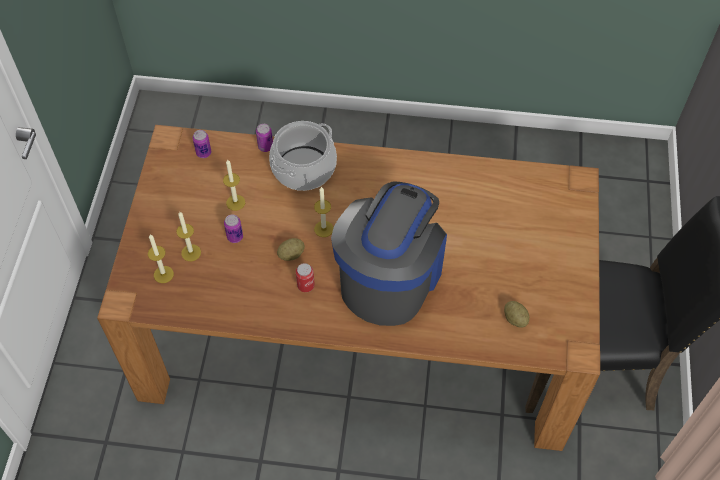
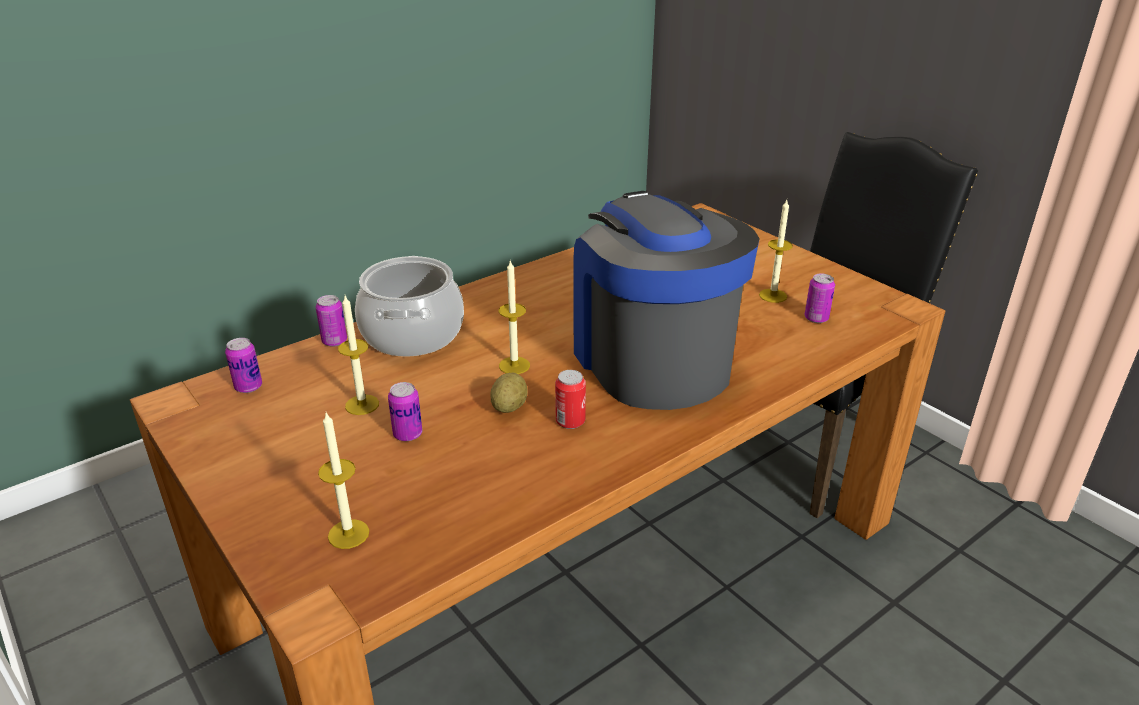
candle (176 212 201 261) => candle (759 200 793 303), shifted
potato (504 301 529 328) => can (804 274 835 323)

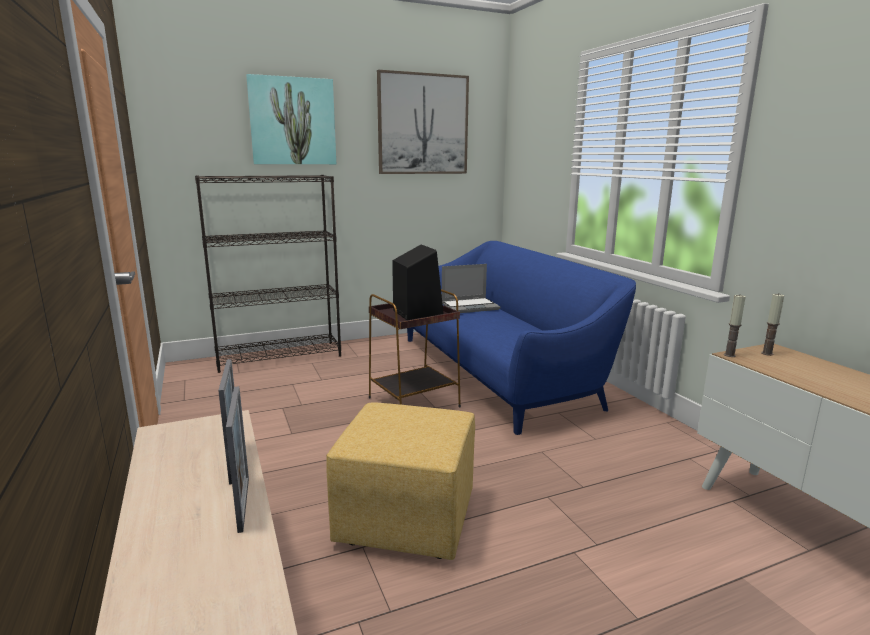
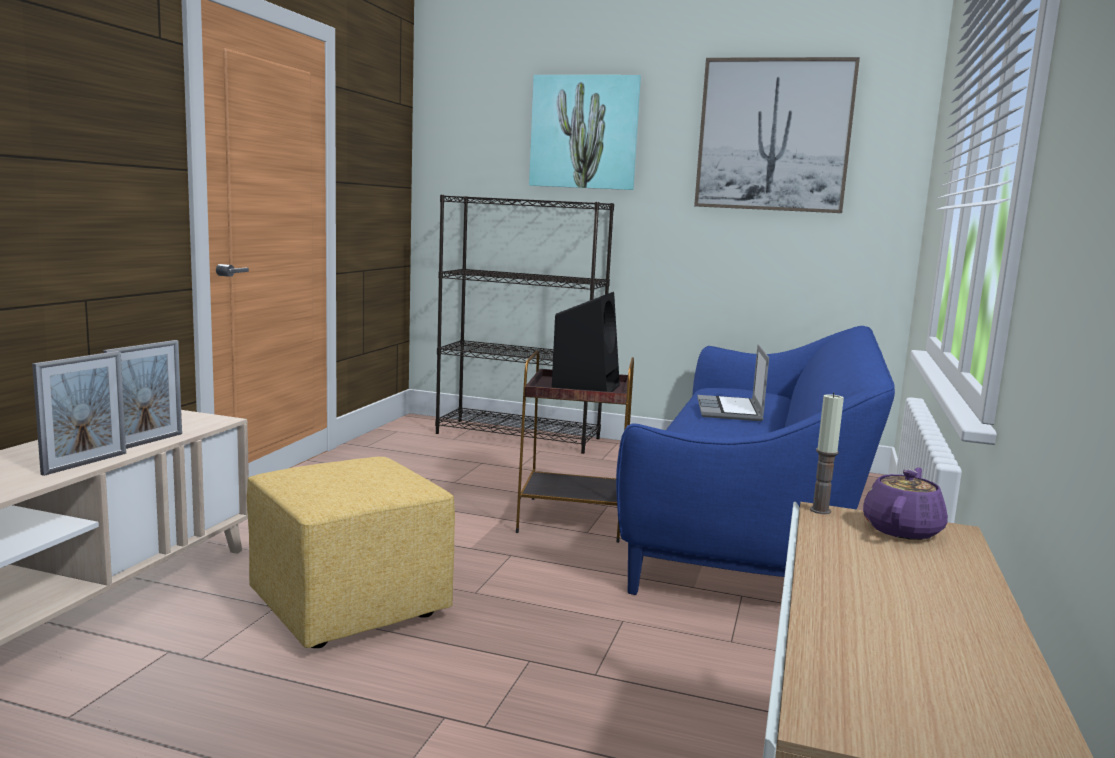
laptop (442 264 501 313) => laptop (697 344 769 421), 75 degrees clockwise
candle (761 294 784 356) => purple teapot (863 468 948 540)

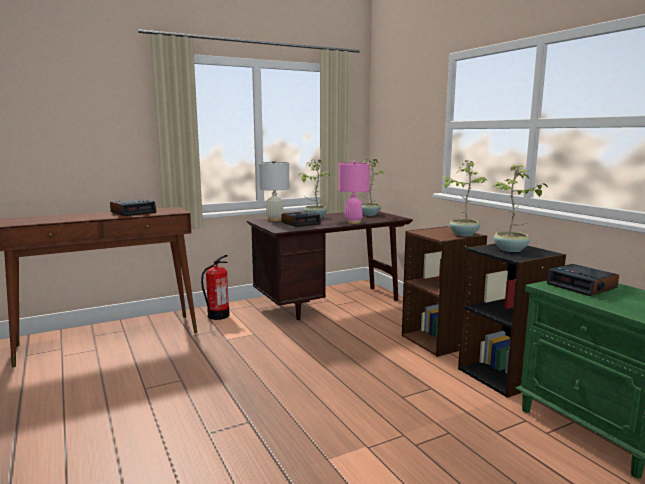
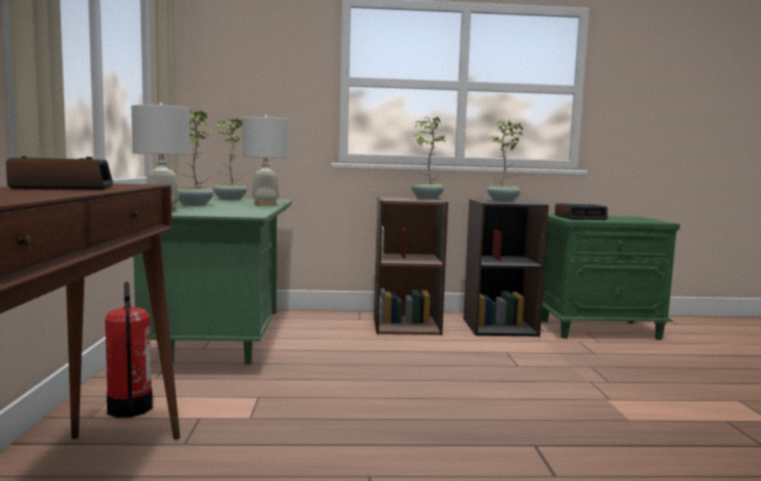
brown desk (247 211 413 320) => green desk (134 198 293 365)
pink table lamp (338 161 370 224) => white table lamp (243 115 289 206)
alarm clock (281 211 321 227) => nothing

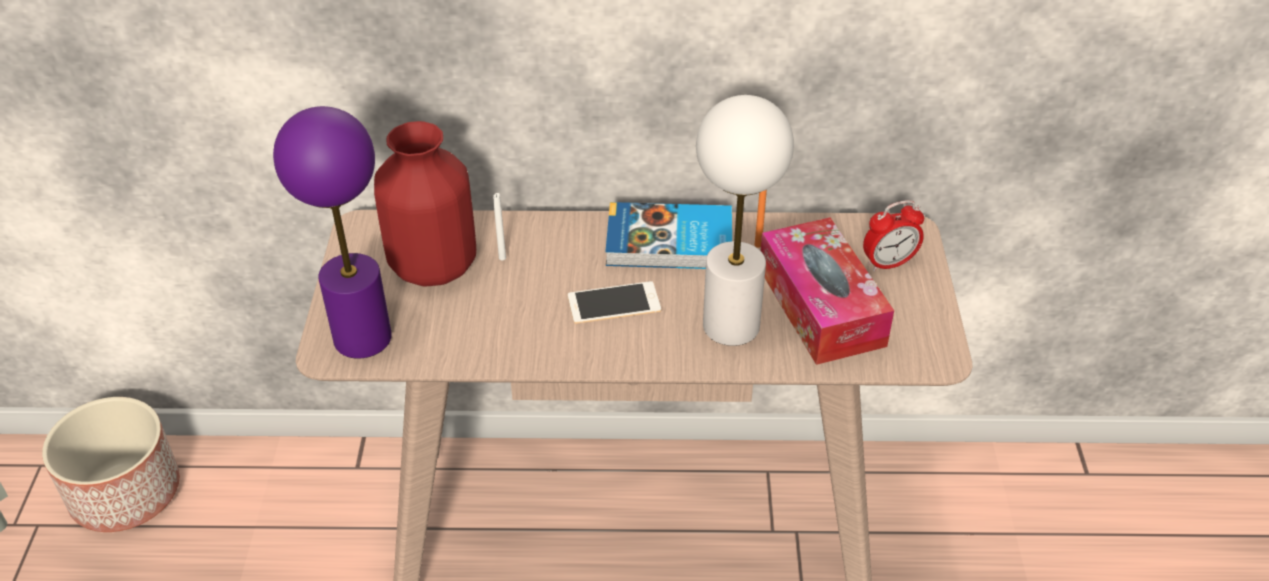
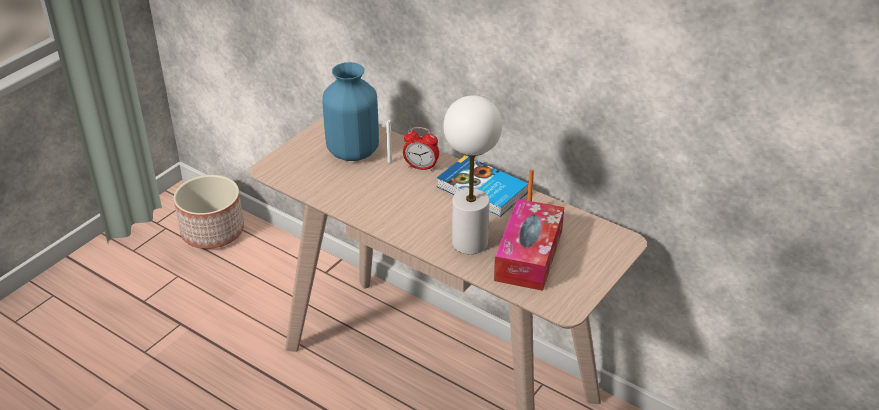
red vase (374 121 476 287) => blue vase (322 62 379 161)
alarm clock (863 200 924 272) => alarm clock (403 127 439 171), shifted
purple table lamp (273 106 392 359) => nothing
phone (568 281 661 324) => nothing

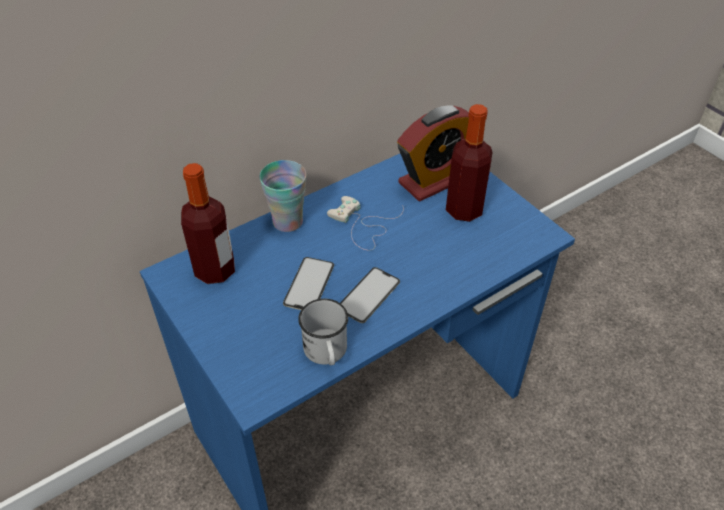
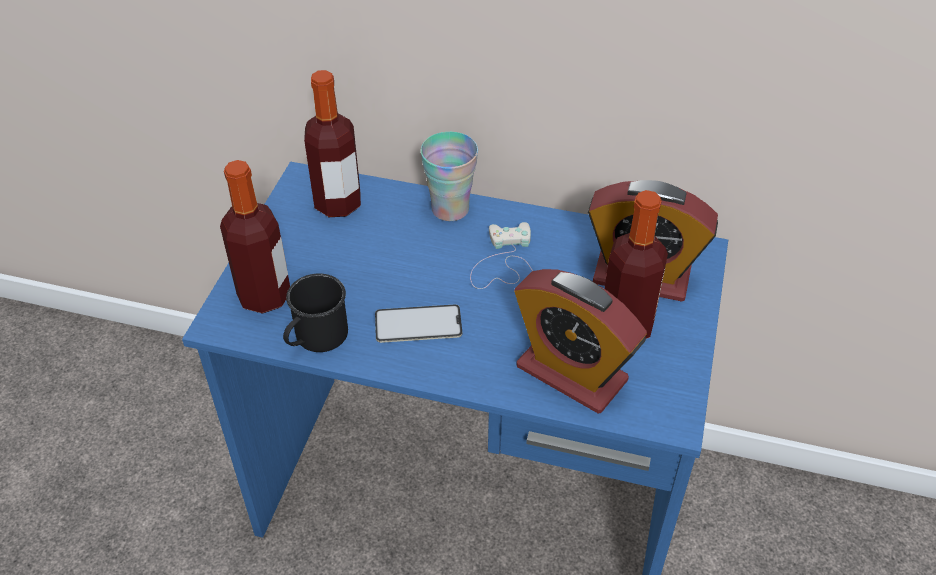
nothing => bottle (220 160 290 314)
white mug (298 299 348 365) => black mug (283 273 348 352)
nothing => alarm clock (514 269 647 413)
phone (283 257 334 310) => nothing

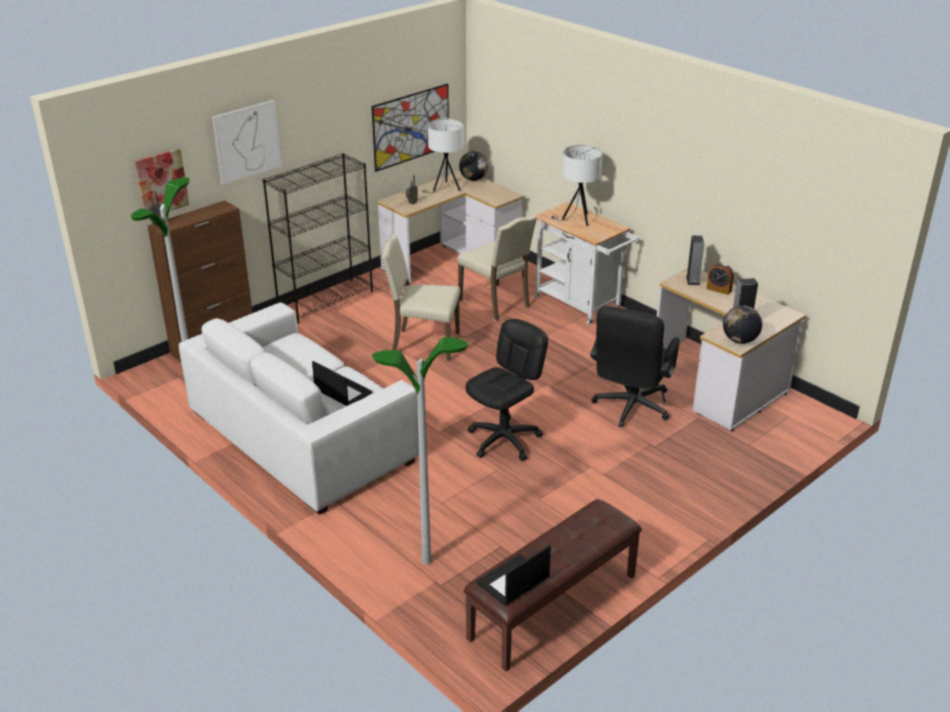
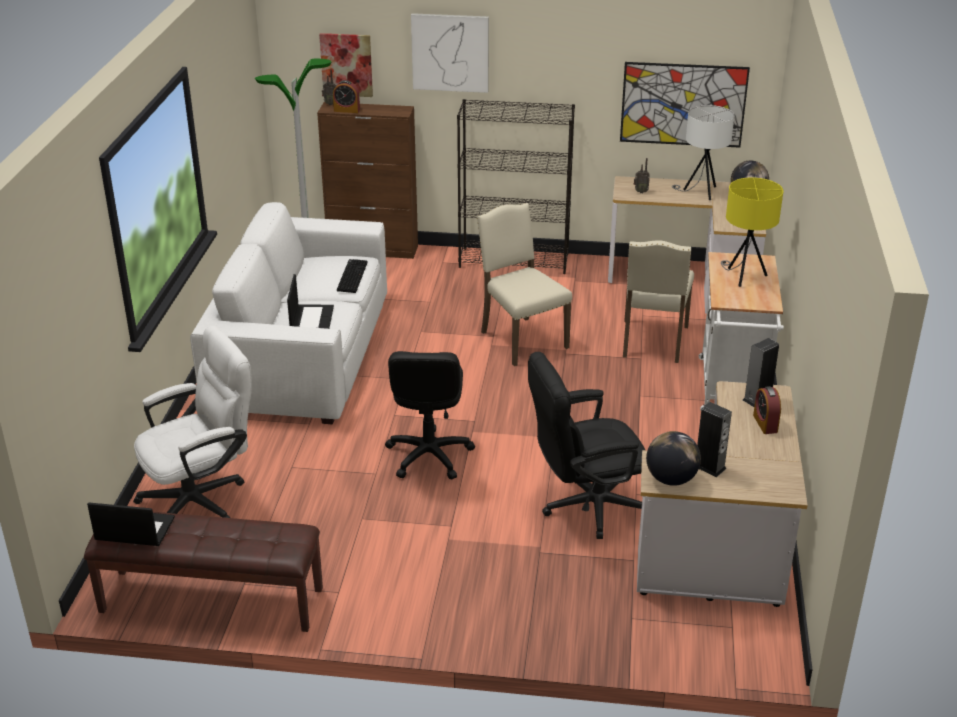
floor lamp (372 337 468 565) => white office chair (133 326 252 518)
nothing => alarm clock (333 80 360 113)
nothing => keyboard (337 259 367 293)
black office chair (466 319 548 461) => black office chair (385 351 475 479), 90 degrees clockwise
white table lamp (551 145 603 226) => yellow table lamp (721 177 783 287)

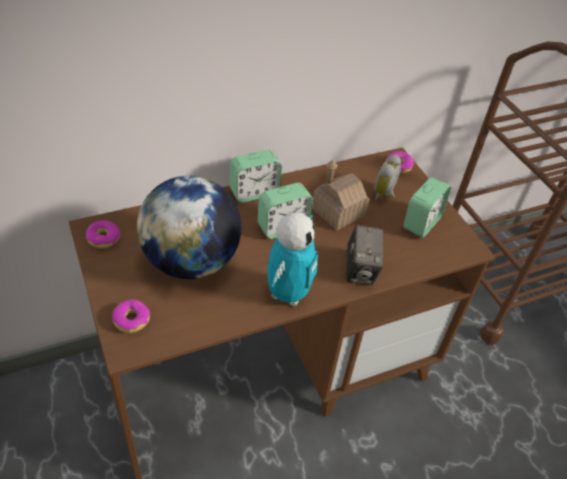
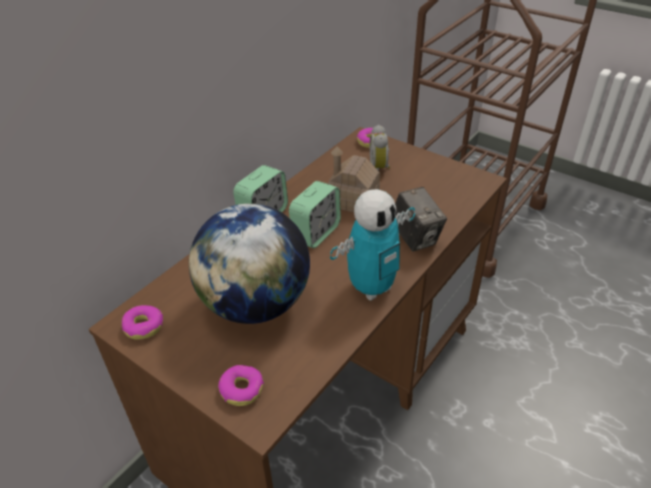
toy robot (268 212 318 307) => toy robot (330 189 415 300), 60 degrees clockwise
alarm clock (403 177 451 238) => nothing

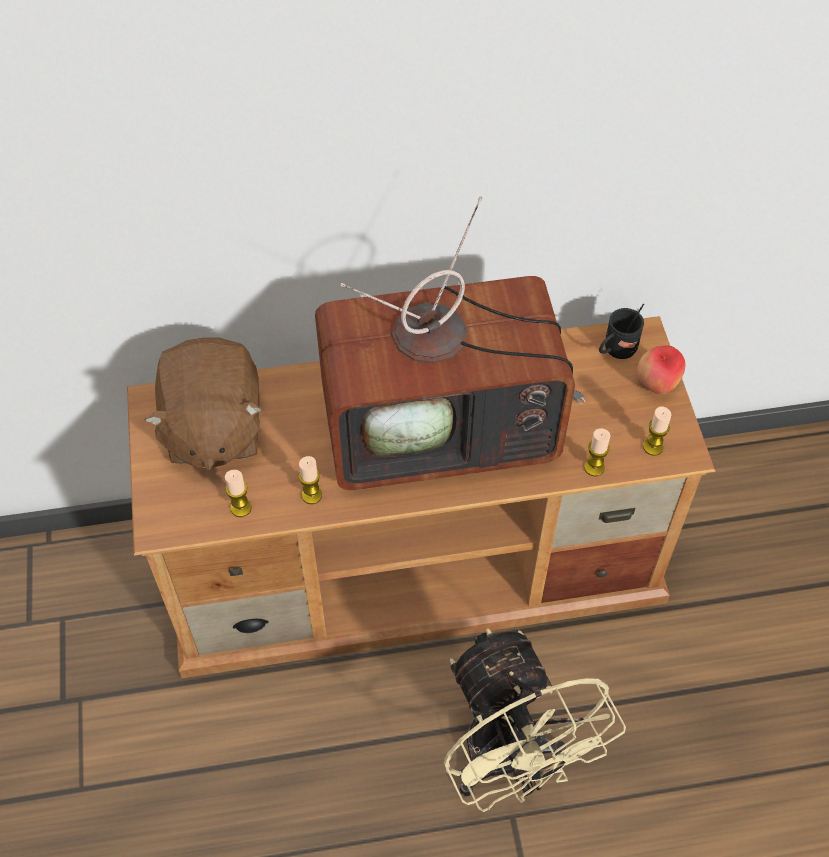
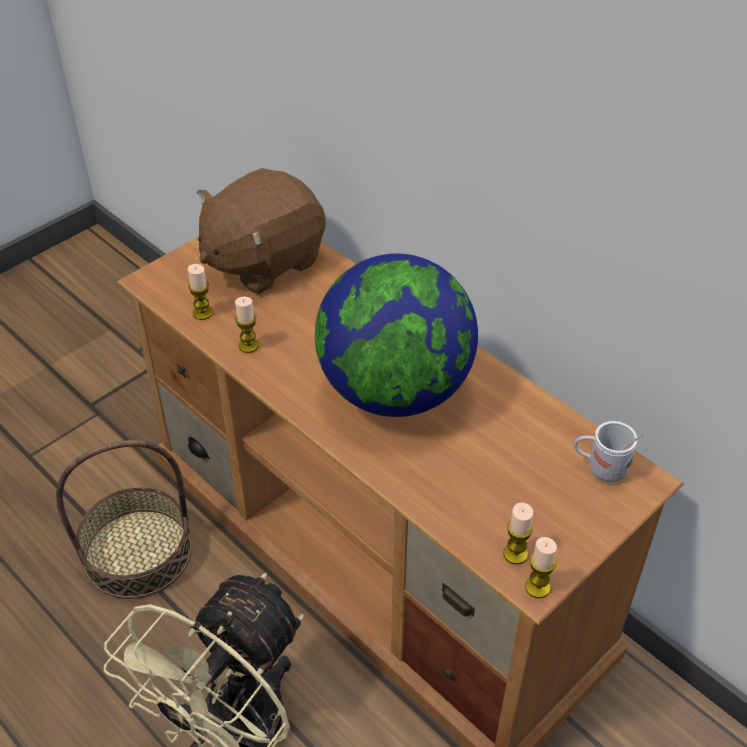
nothing => basket (56 440 192 599)
television (315 196 586 490) => globe (315 254 478 417)
candle (584 428 611 476) => candle (525 537 557 598), shifted
black mug (599 304 644 359) => white mug (574 421 645 483)
apple (637 346 685 395) => nothing

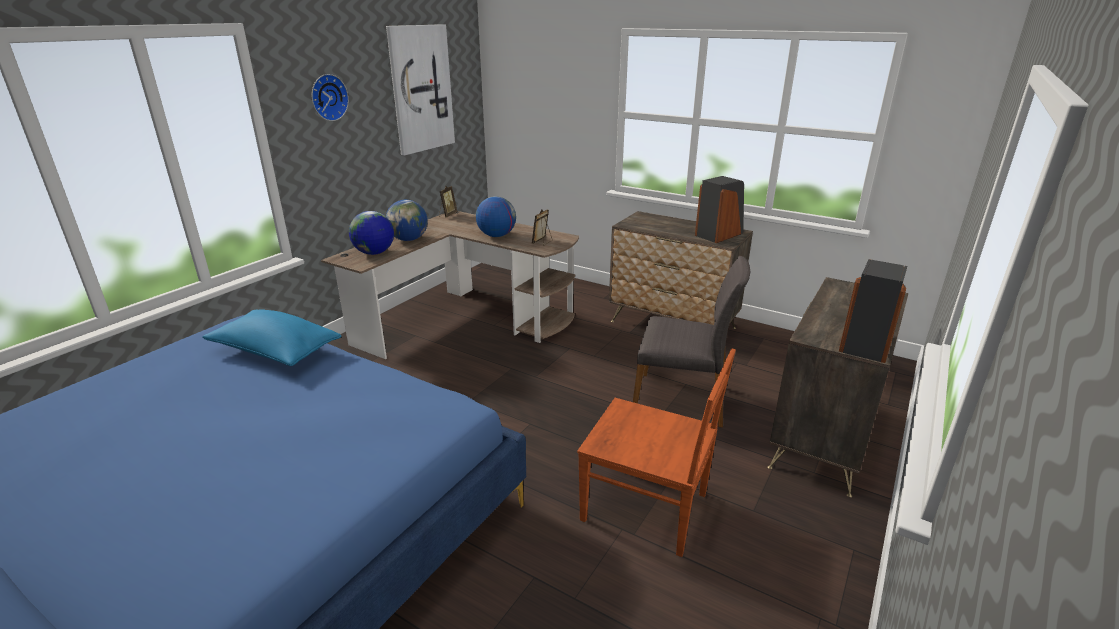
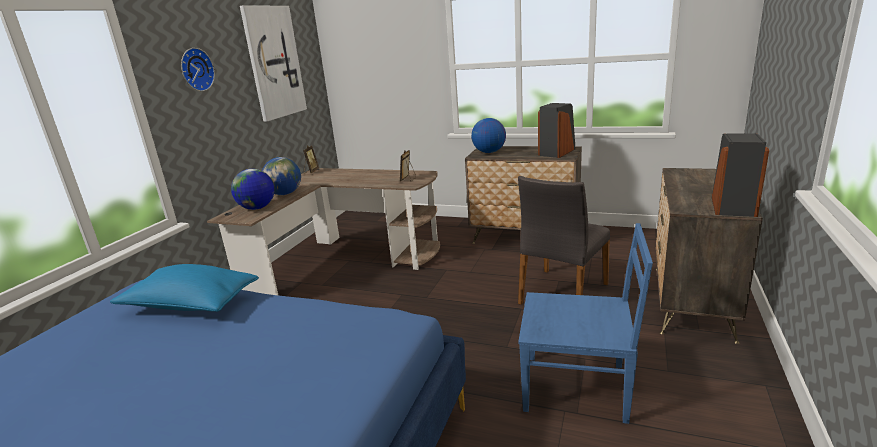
globe (476 196 516 237) => globe (471 118 506 153), shifted
grey chair (633 256 751 428) => grey chair (518 176 610 305), 120 degrees clockwise
brown chair (577 349 736 557) => blue chair (518 223 653 424)

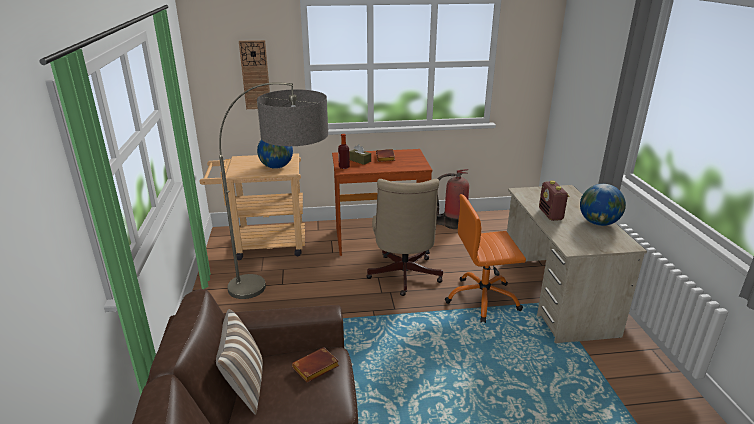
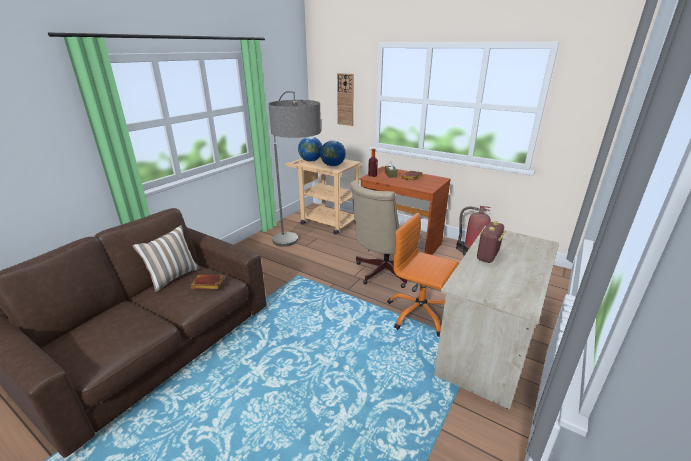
globe (580 184 626 226) => globe (298 136 322 162), shifted

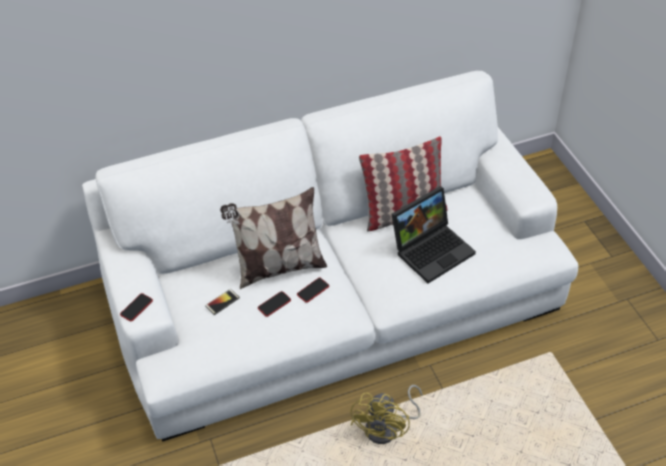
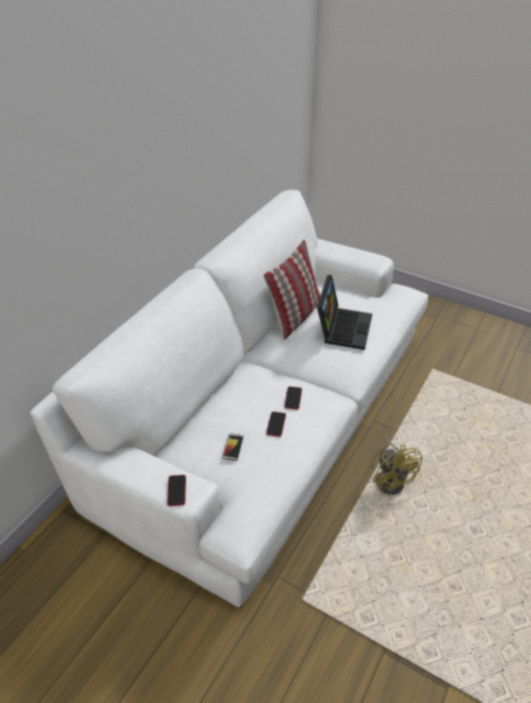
pillow (220 187 327 289) => nothing

